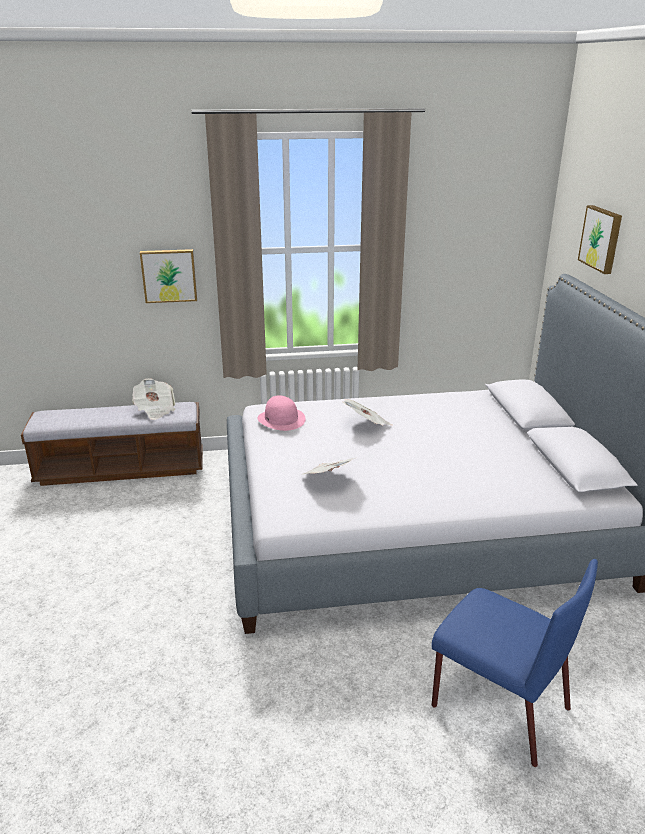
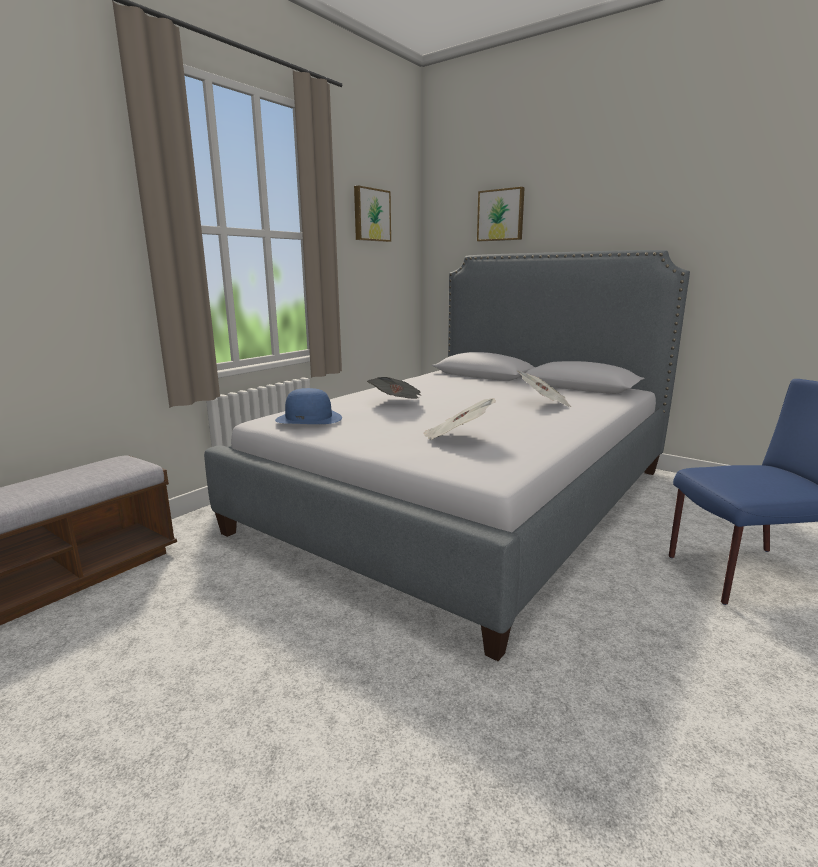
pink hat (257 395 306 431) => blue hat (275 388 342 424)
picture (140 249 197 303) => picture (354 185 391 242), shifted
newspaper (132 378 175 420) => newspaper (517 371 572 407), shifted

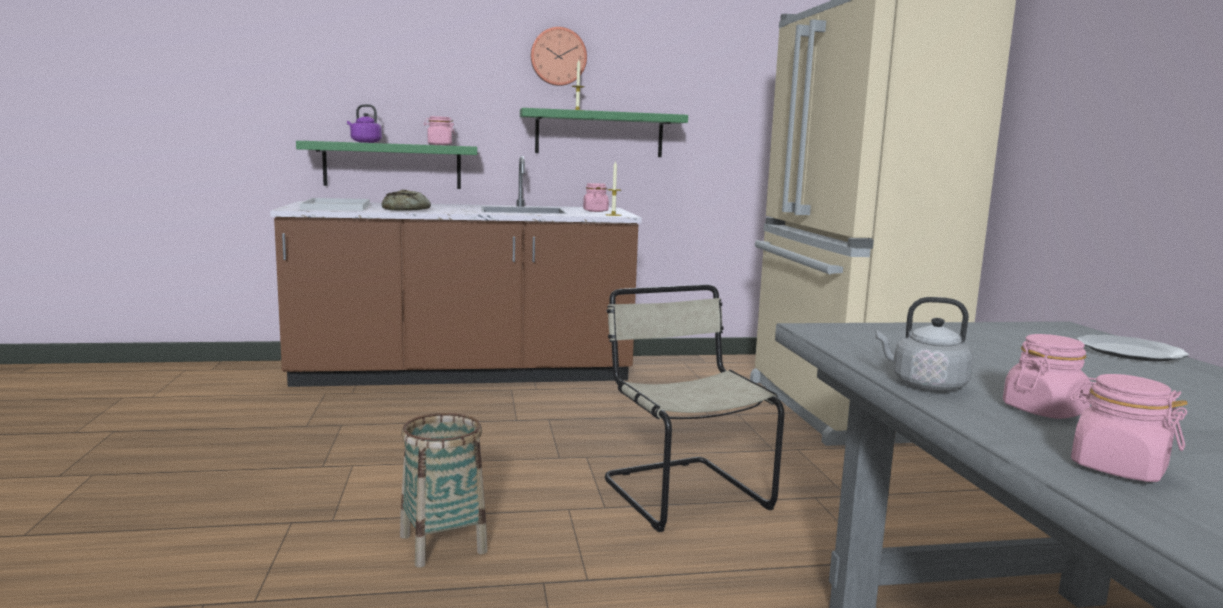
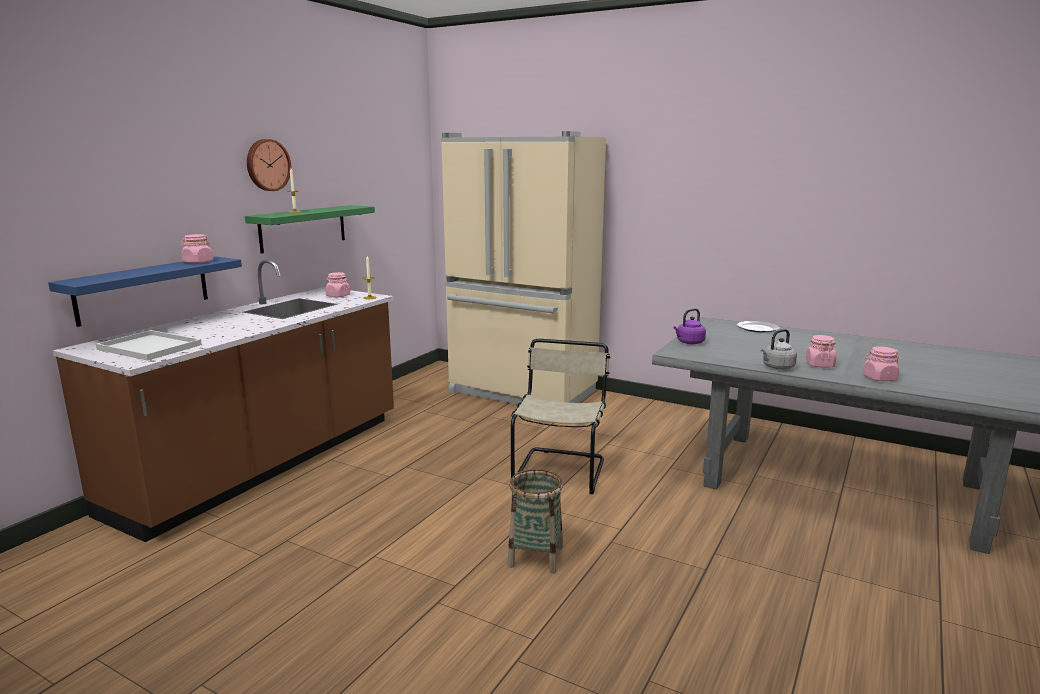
green shelf (296 141 477 189) => blue shelf (48 256 242 327)
beige chair (605 285 785 532) => beige chair (511 339 610 494), 90 degrees clockwise
purple kettle (347 104 382 143) => purple kettle (673 308 706 344), shifted
bread (382 189 431 210) => nothing

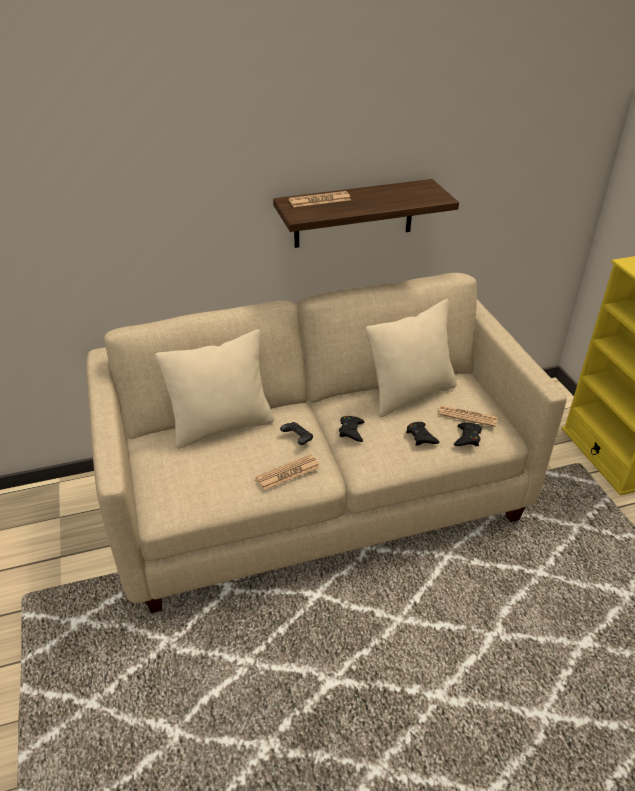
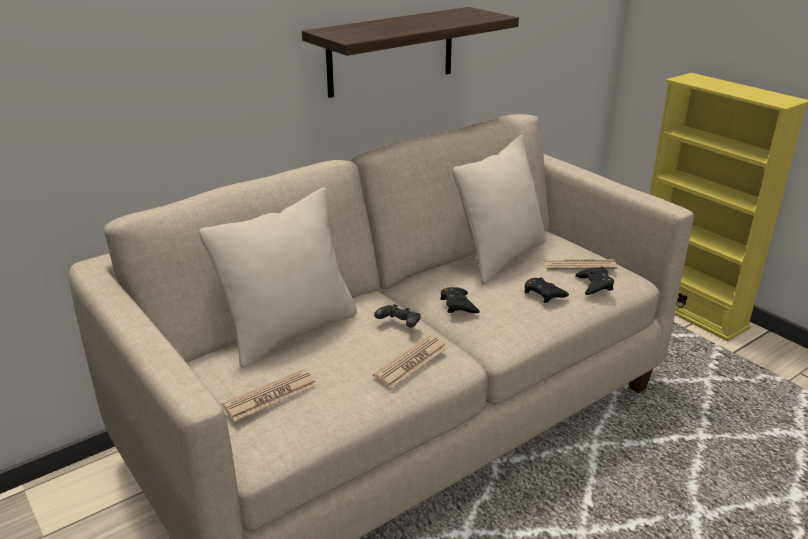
newspaper (289 191 351 207) => newspaper (222 369 317 421), shifted

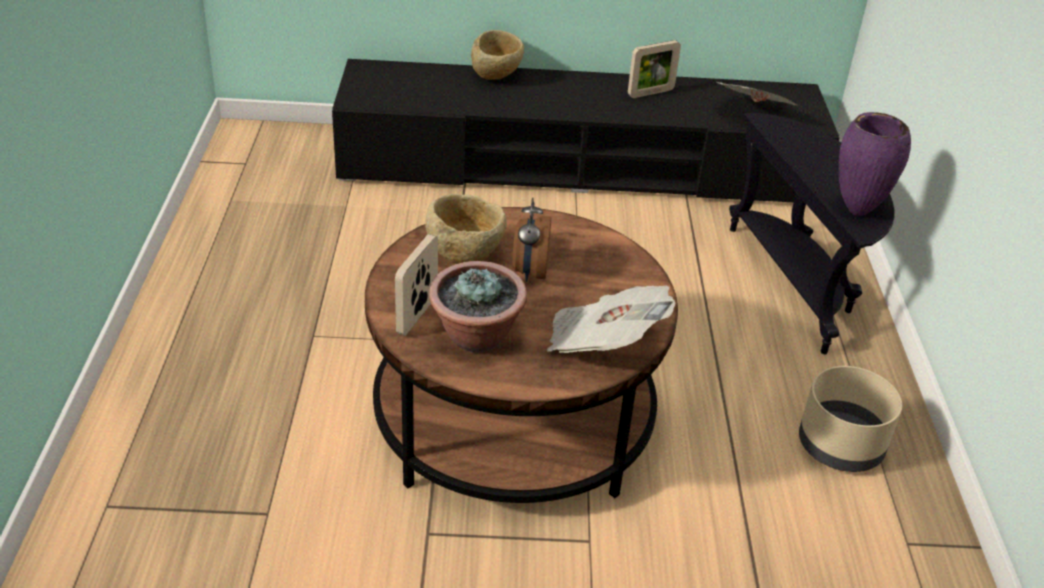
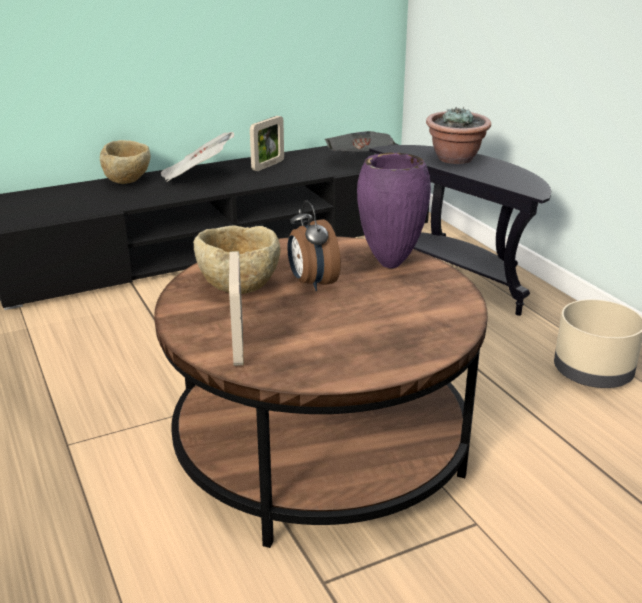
newspaper (547 286 675 353) => newspaper (161 132 234 182), shifted
purple vase (839 112 911 216) => purple vase (357 152 431 268), shifted
potted plant (429 261 527 353) => potted plant (426 106 491 164), shifted

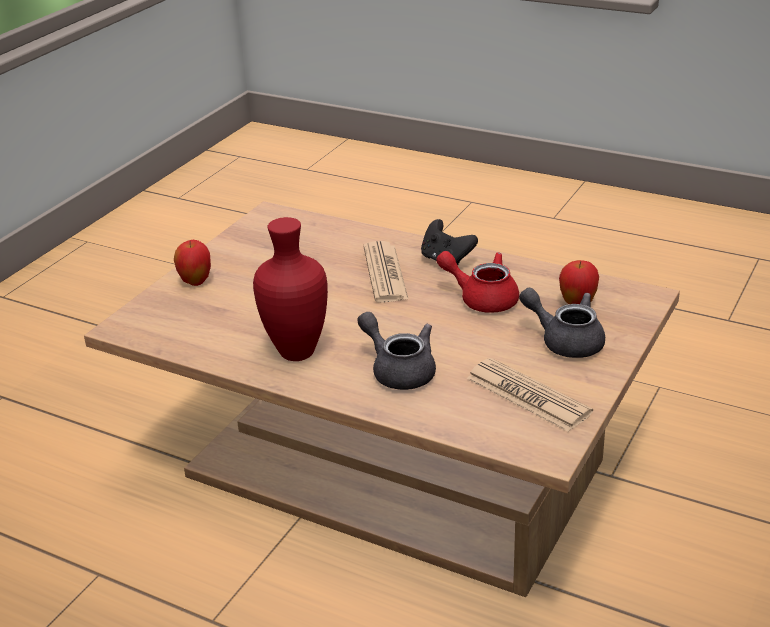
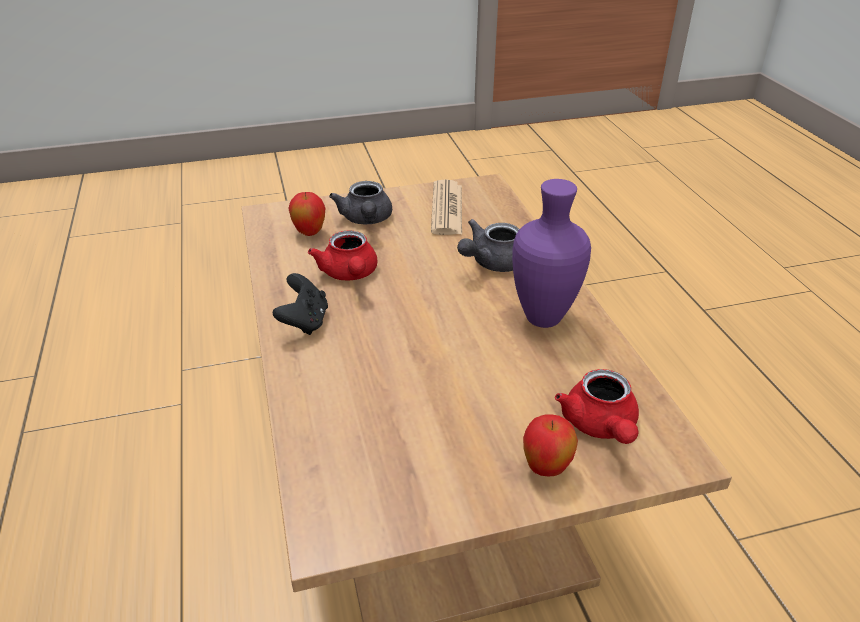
grey teapot (357 312 436 390) => grey teapot (457 219 519 272), 45 degrees clockwise
red vase (253 217 328 361) => purple vase (512 179 591 328)
nothing => red teapot (555 369 639 444)
newspaper (363 241 409 303) => nothing

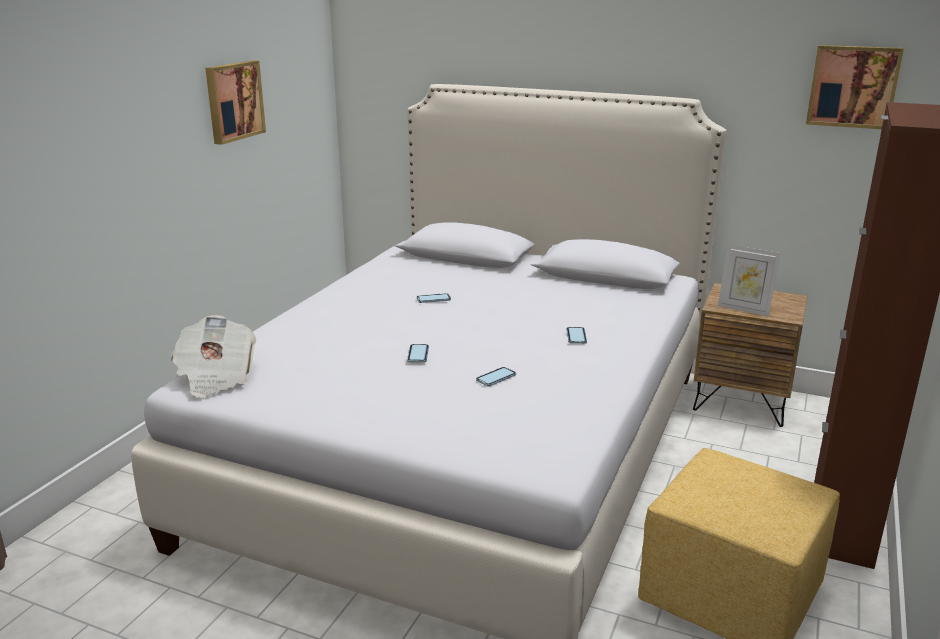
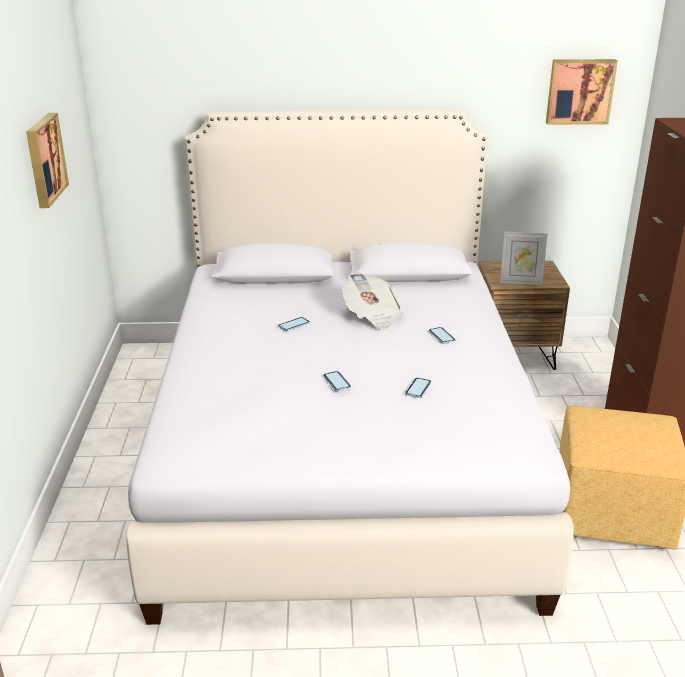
newspaper (171 315 257 397) => newspaper (341 272 403 330), shifted

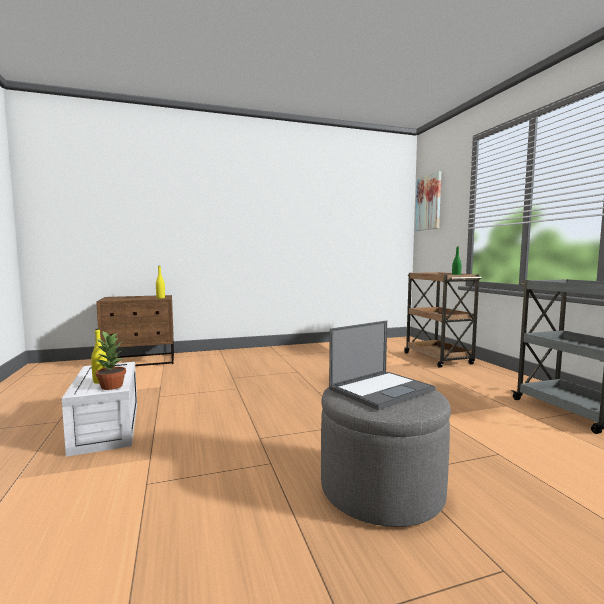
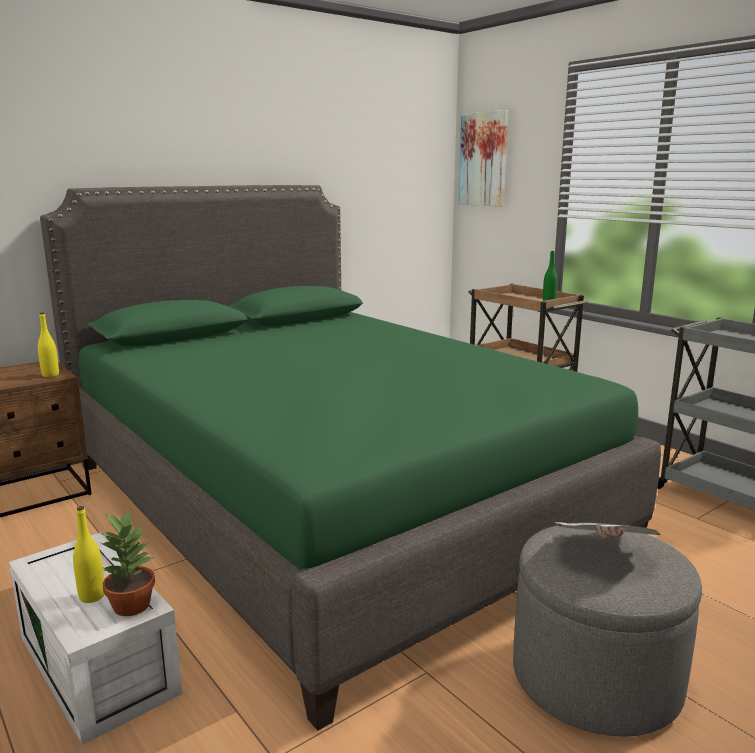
nothing => green bed (40 185 661 731)
laptop (329 320 436 410) => newspaper (555 522 661 539)

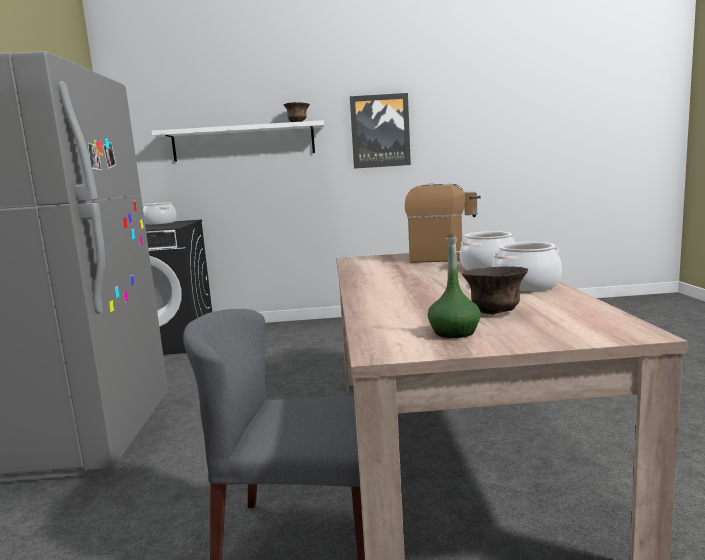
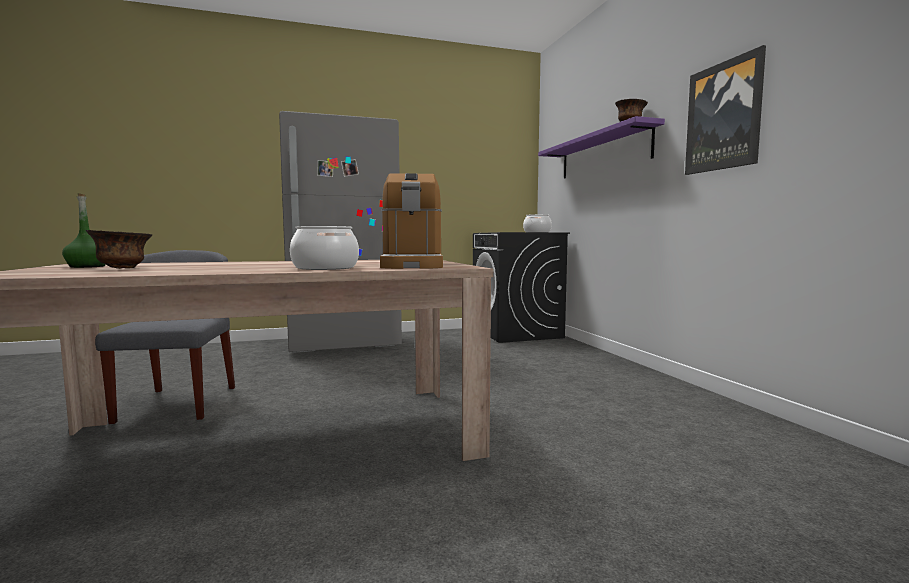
white shelf (152 120 324 162) => purple shelf (538 116 665 179)
cooking pot (492 242 562 292) => nothing

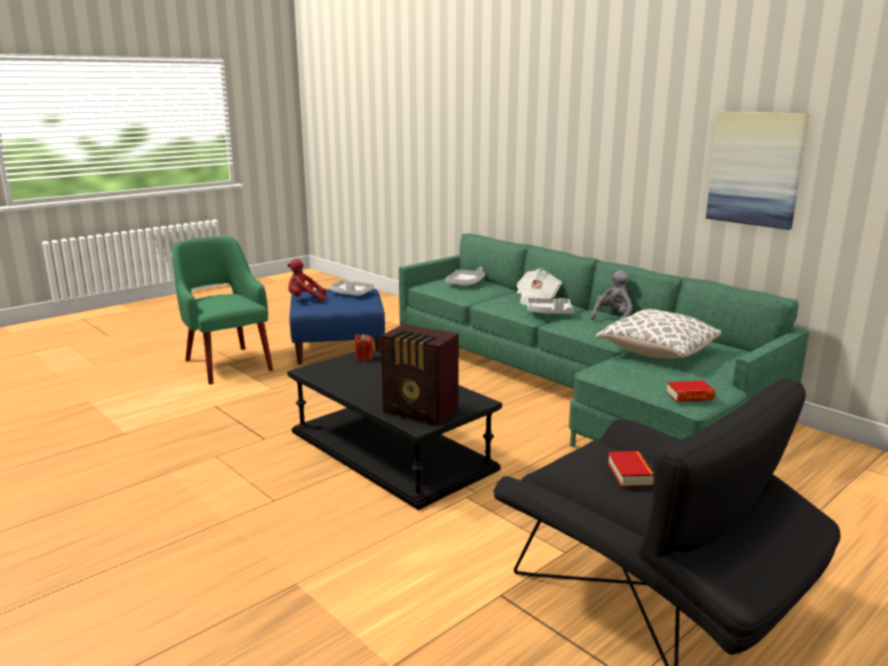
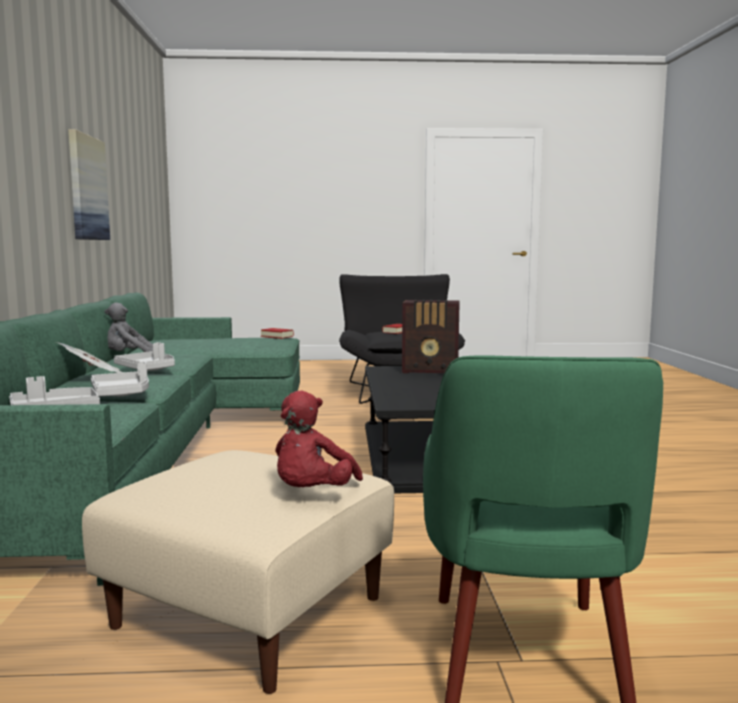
blue ottoman (289 289 385 365) => beige ottoman (82 450 394 694)
grey tray (330 280 374 296) => grey tray (91 361 149 396), shifted
red plush toy (287 259 327 302) => red plush toy (275 391 363 487), 75 degrees clockwise
radio (381 324 459 425) => radio (402 300 460 373), 120 degrees clockwise
red candle (355 334 373 361) => nothing
pillow (595 309 721 359) => nothing

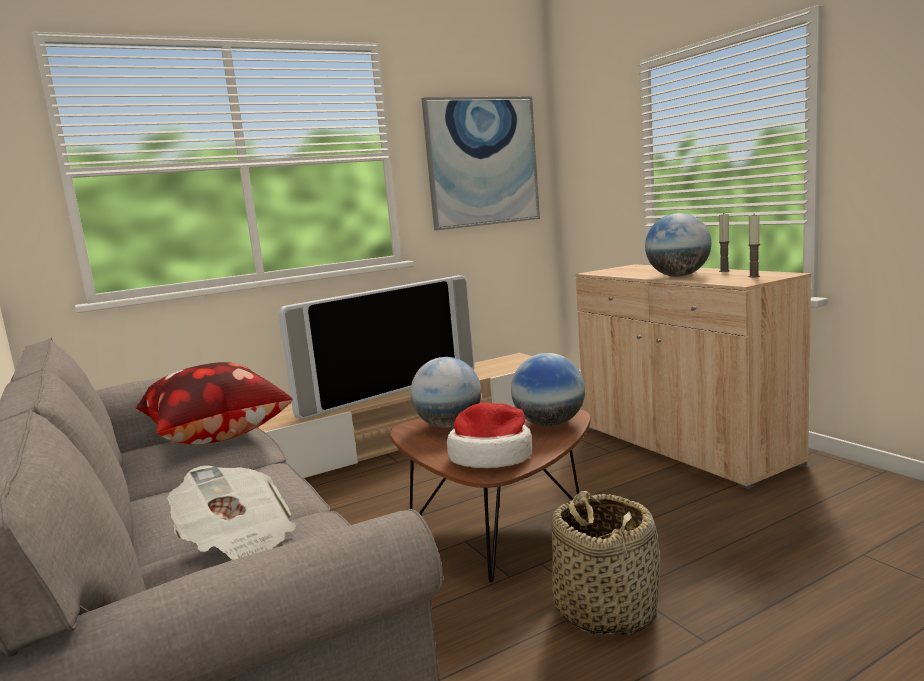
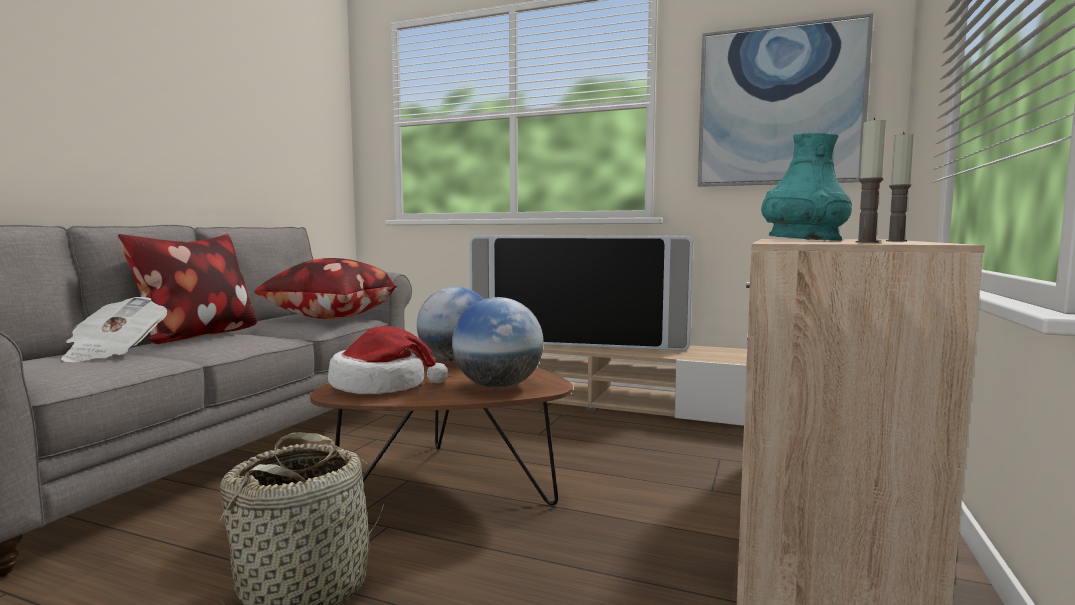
nothing => pillow (117 234 257 344)
globe (645 213 711 277) => turquoise vase (761 133 852 241)

